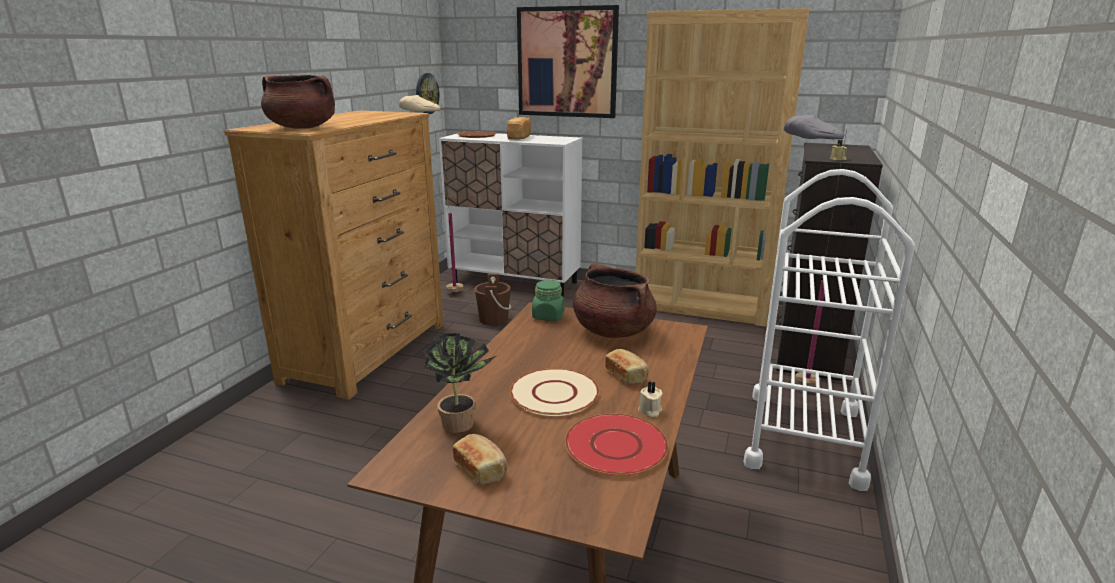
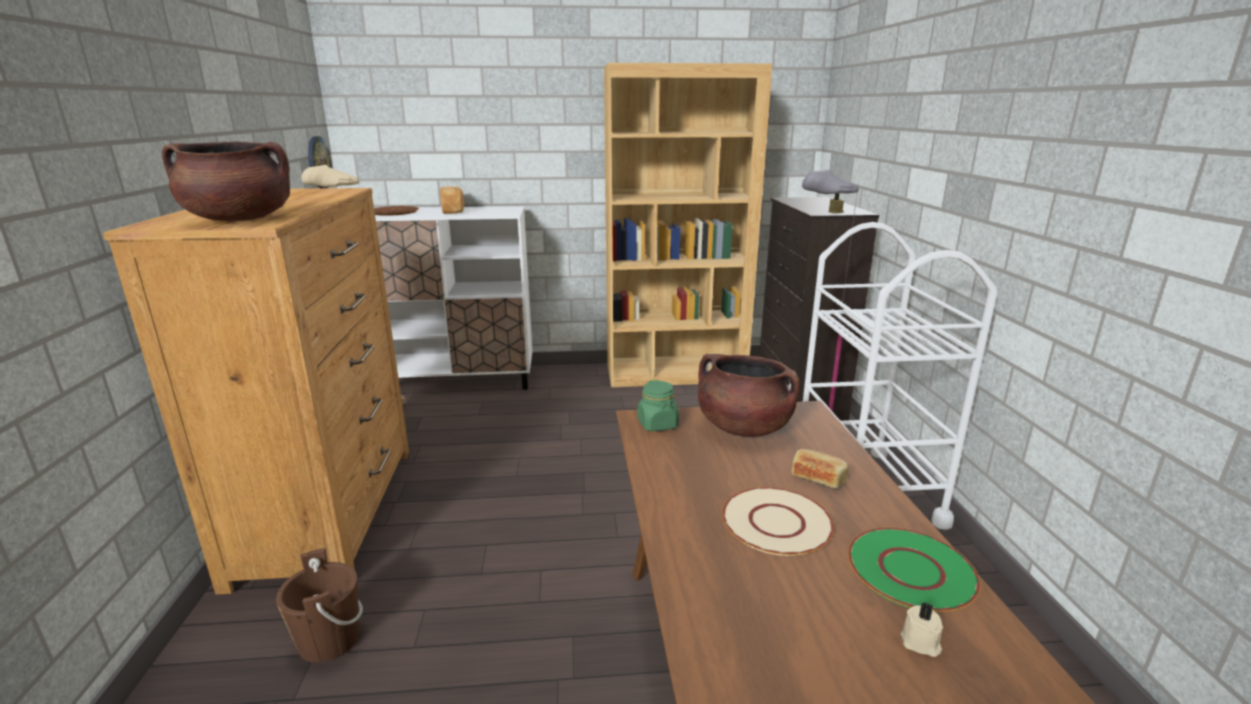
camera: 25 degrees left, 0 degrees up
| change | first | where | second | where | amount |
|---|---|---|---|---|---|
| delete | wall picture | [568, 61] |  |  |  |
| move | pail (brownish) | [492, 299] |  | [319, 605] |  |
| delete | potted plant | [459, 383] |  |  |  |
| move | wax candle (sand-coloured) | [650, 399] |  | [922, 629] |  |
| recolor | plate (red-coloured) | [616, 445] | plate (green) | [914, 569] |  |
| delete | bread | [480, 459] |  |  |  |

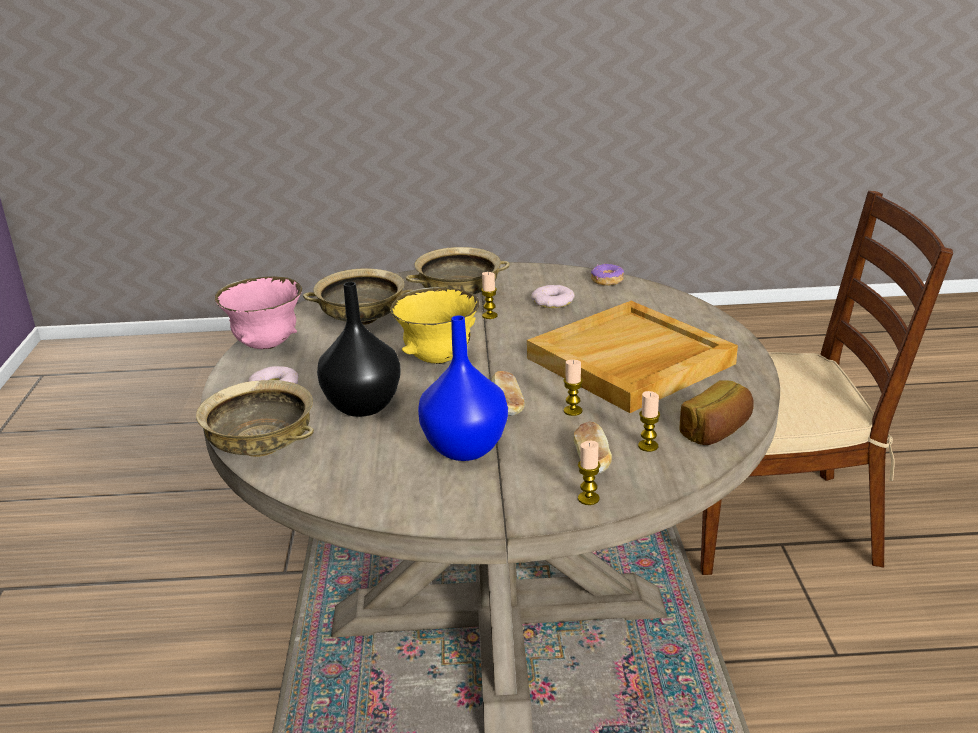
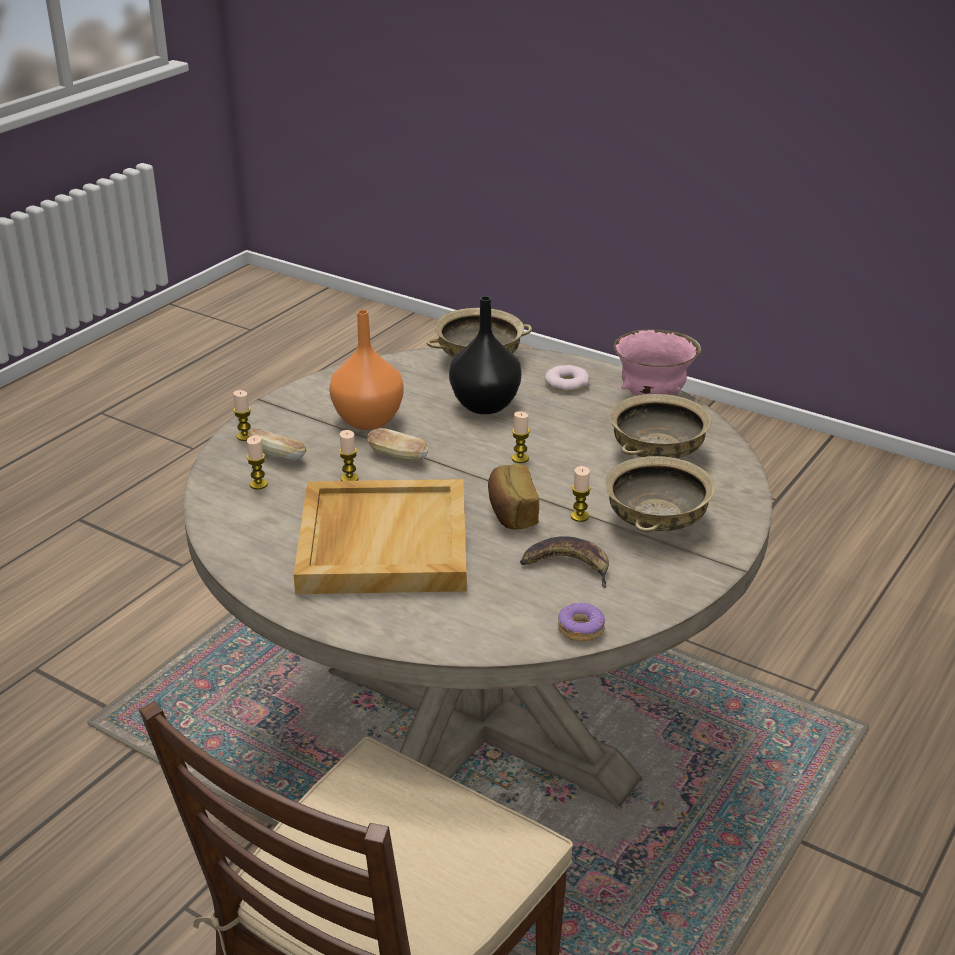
camera: 125 degrees right, 5 degrees up
| change | first | where | second | where | amount |
|---|---|---|---|---|---|
| replace | donut | [553, 296] | banana fruit | [564, 562] |  |
| replace | serving bowl (yellow) | [434, 325] | wax candle | [521, 437] |  |
| recolor | decorative vase (bluish) | [463, 388] | decorative vase (orange) | [366, 370] |  |
| move | bread | [716, 412] |  | [513, 496] |  |

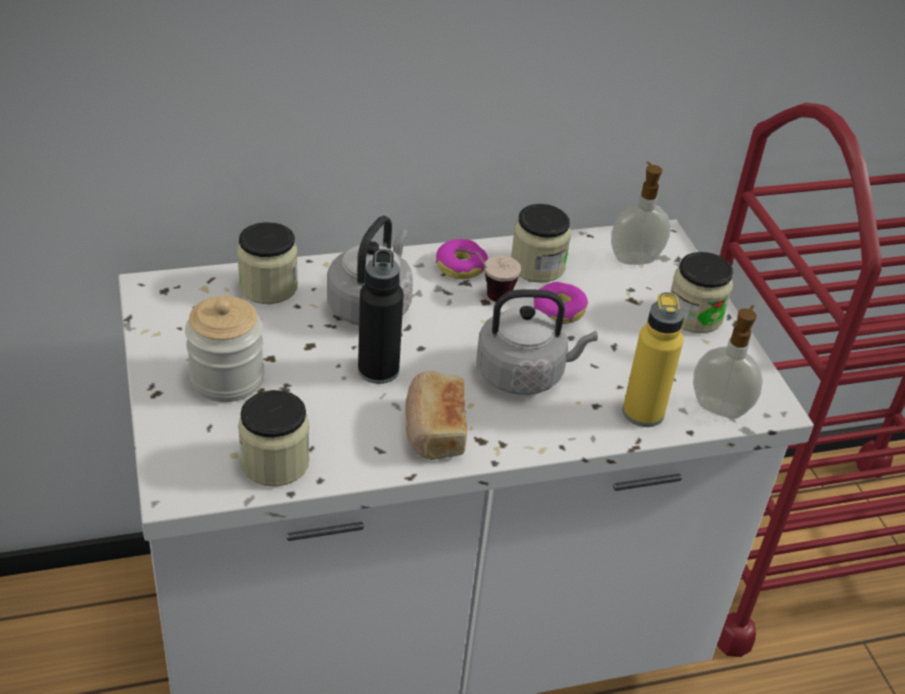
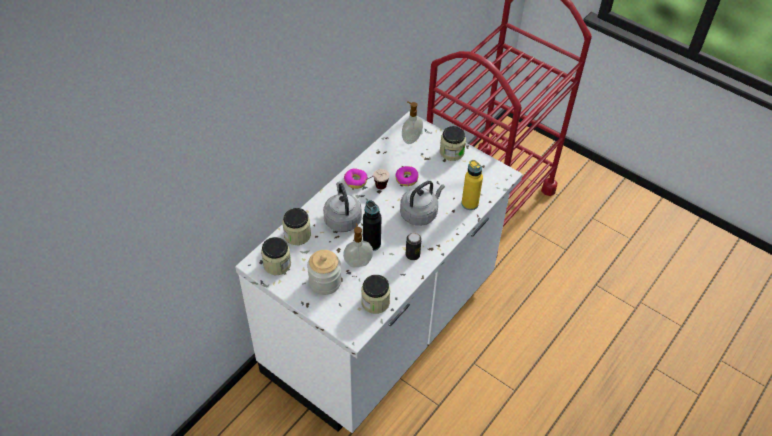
camera: 35 degrees left, 10 degrees up
| change | first | where | second | where | amount |
|---|---|---|---|---|---|
| move | jar | [541, 243] |  | [276, 256] |  |
| move | liquid soap bottle | [728, 362] |  | [358, 245] |  |
| replace | bread | [436, 415] | can | [414, 246] |  |

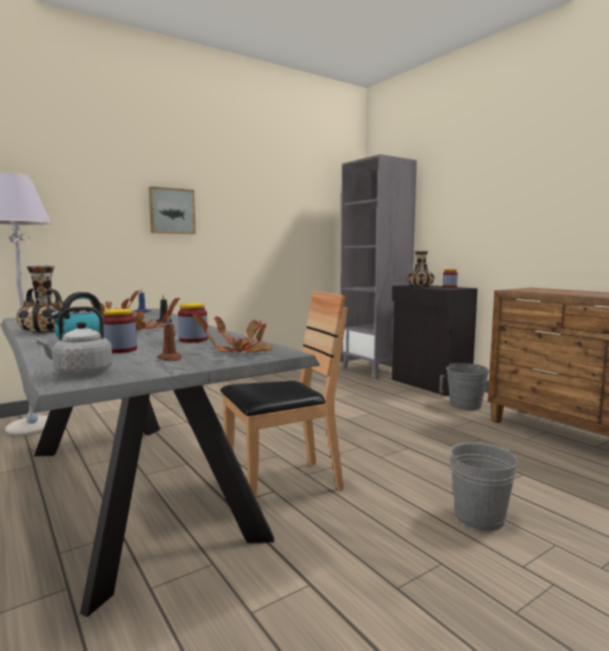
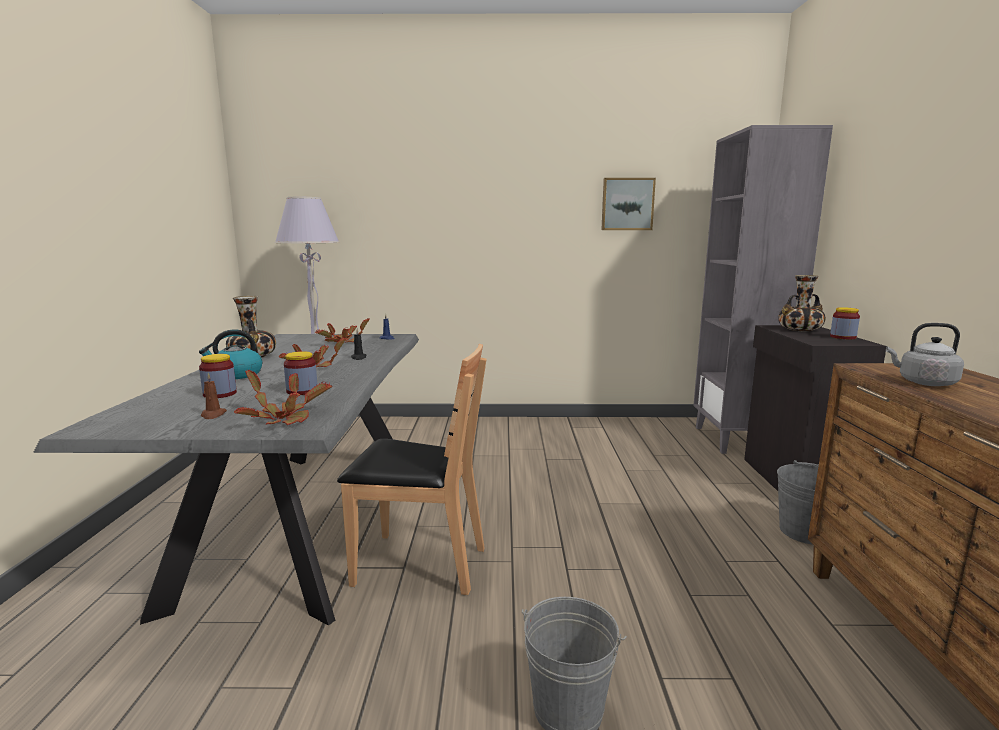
camera: 35 degrees right, 5 degrees up
| change | first | where | second | where | amount |
|---|---|---|---|---|---|
| move | wall picture | [172, 210] |  | [628, 204] |  |
| move | kettle (greyish) | [75, 341] |  | [925, 354] |  |

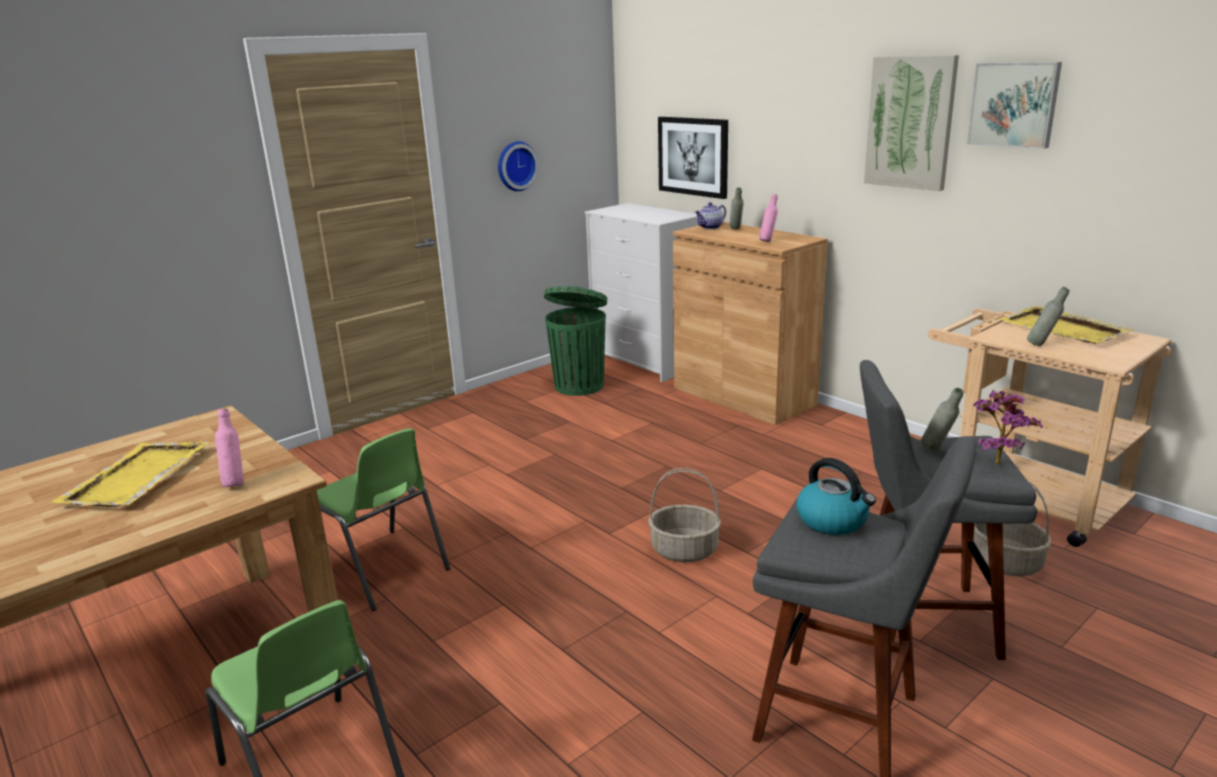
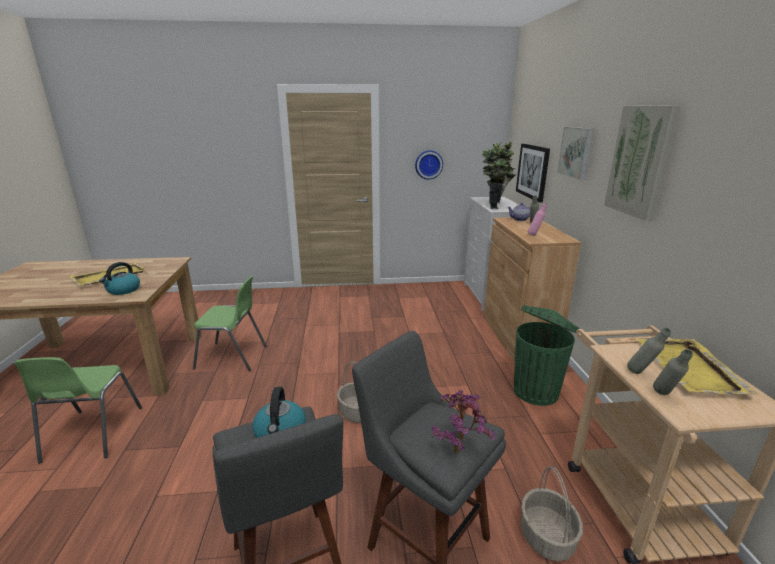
camera: 35 degrees right, 0 degrees up
| change | first | where | second | where | amount |
|---|---|---|---|---|---|
| move | wall picture | [1014, 105] |  | [575, 153] |  |
| move | waste bin (green) | [575, 341] |  | [547, 355] |  |
| move | beverage bottle (greyish) | [942, 419] |  | [673, 372] |  |
| replace | beverage bottle (pink-coloured) | [229, 448] | kettle | [119, 278] |  |
| rotate | chair (green) | [383, 519] |  | [229, 323] | 75 degrees counterclockwise |
| insert |  |  | potted plant | [499, 175] |  |

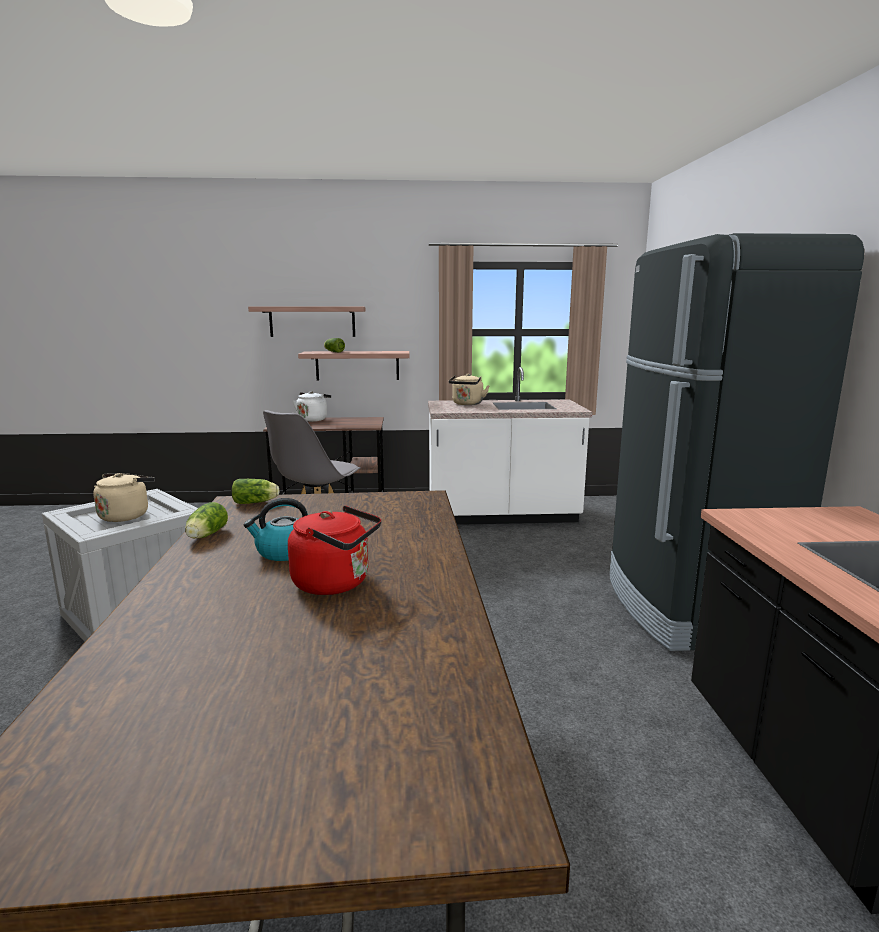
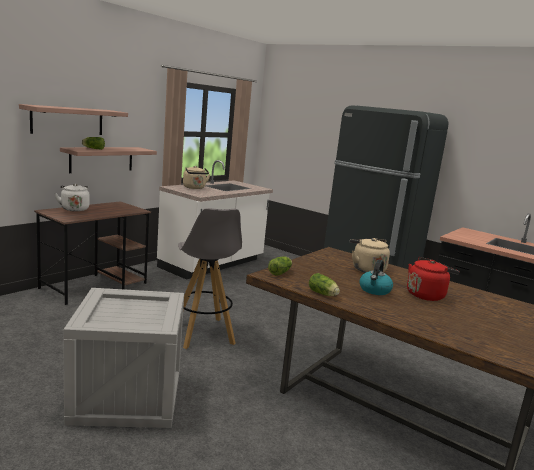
camera: 50 degrees left, 0 degrees up
| change | first | where | second | where | amount |
|---|---|---|---|---|---|
| move | kettle (sand-coloured) | [124, 497] |  | [370, 255] |  |

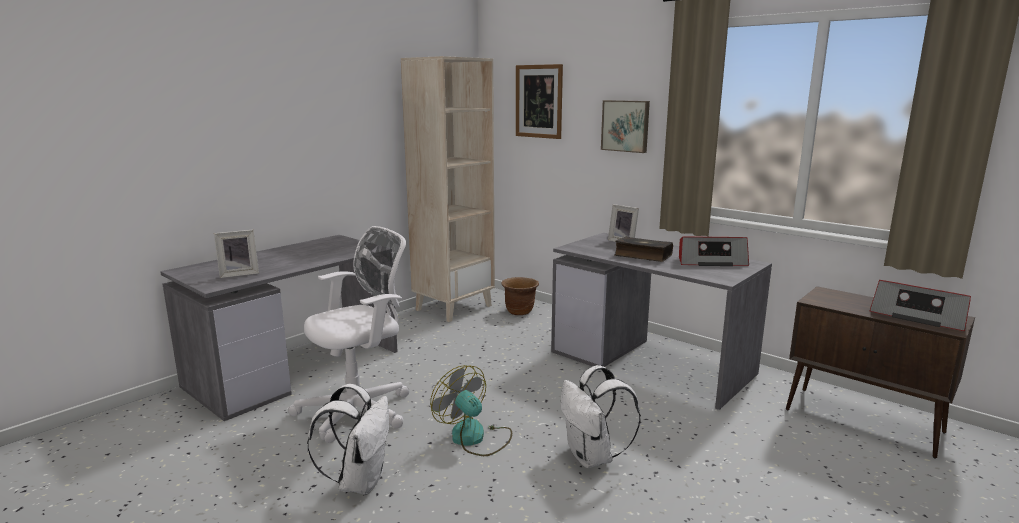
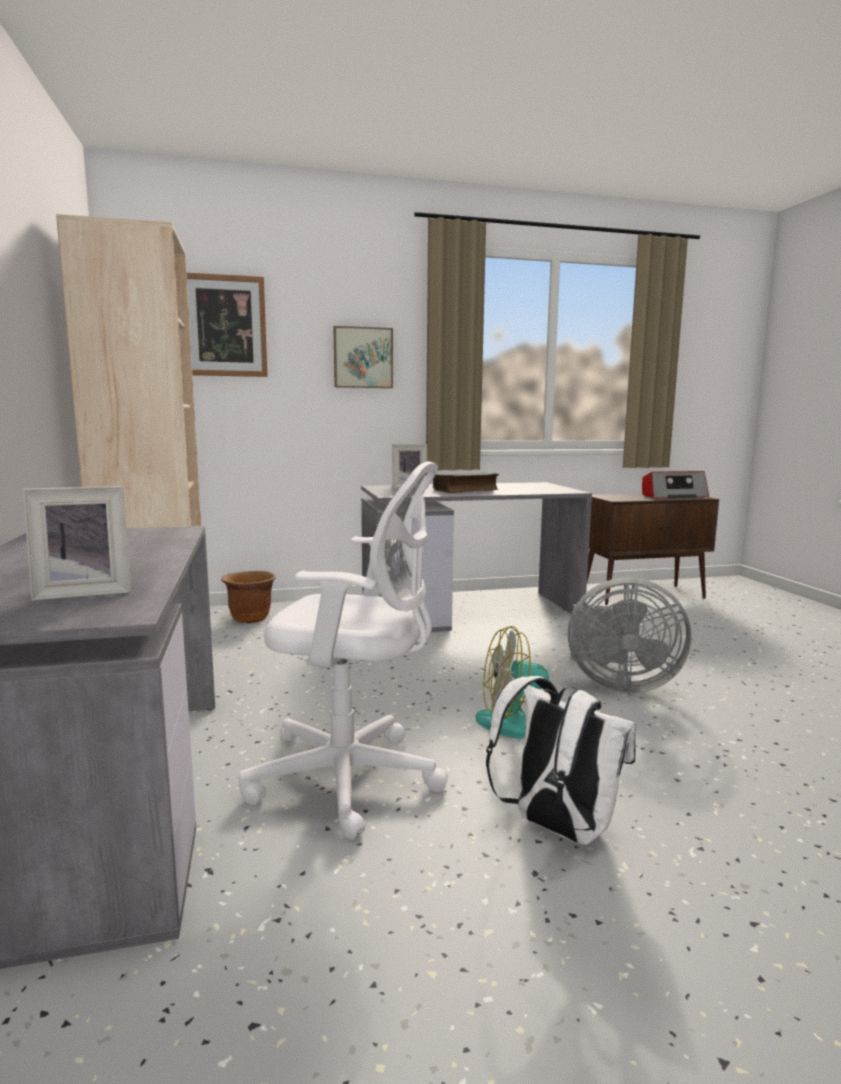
camera: 55 degrees left, 5 degrees down
| change | first | where | second | where | amount |
|---|---|---|---|---|---|
| rotate | desk chair (white) | [348, 334] |  | [343, 651] | 105 degrees clockwise |
| rotate | standing frame | [236, 254] |  | [77, 543] | 60 degrees clockwise |
| delete | radio set | [714, 251] |  |  |  |
| replace | knapsack (white) | [600, 416] | electric fan (greyish) | [629, 635] |  |

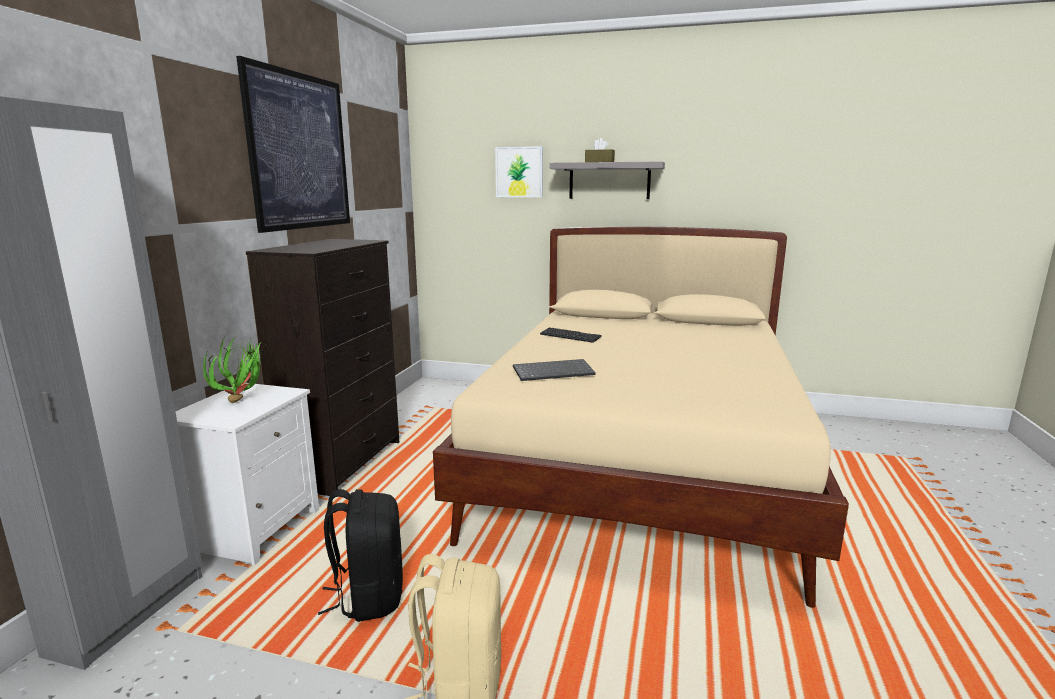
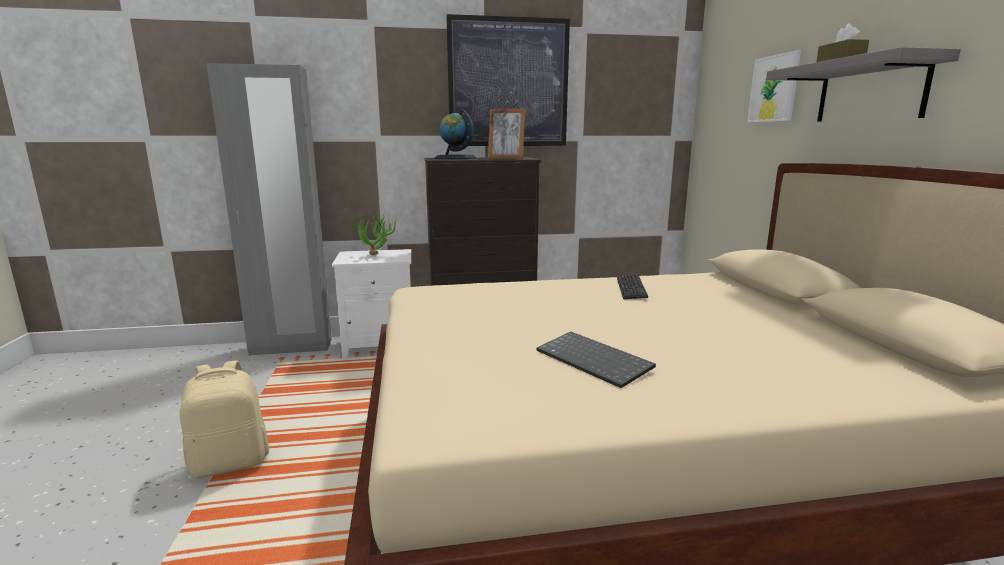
camera: 65 degrees right, 0 degrees up
| change | first | where | second | where | amount |
|---|---|---|---|---|---|
| move | keyboard | [554, 370] |  | [596, 360] |  |
| delete | knapsack (black-coloured) | [360, 555] |  |  |  |
| insert |  |  | globe | [455, 134] |  |
| insert |  |  | standing frame | [506, 134] |  |

